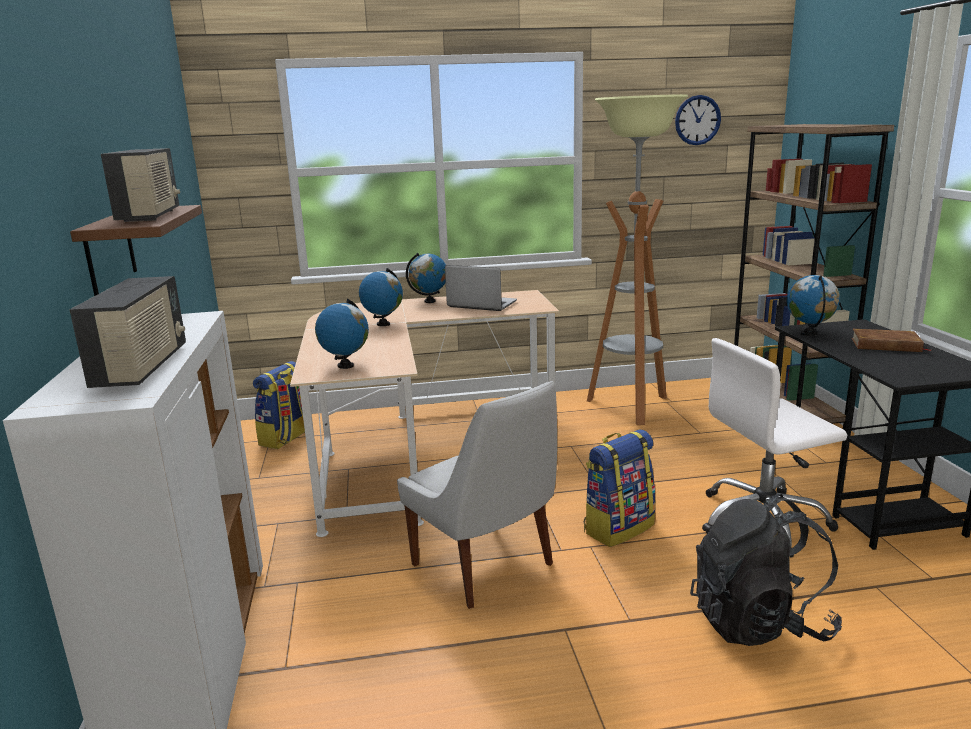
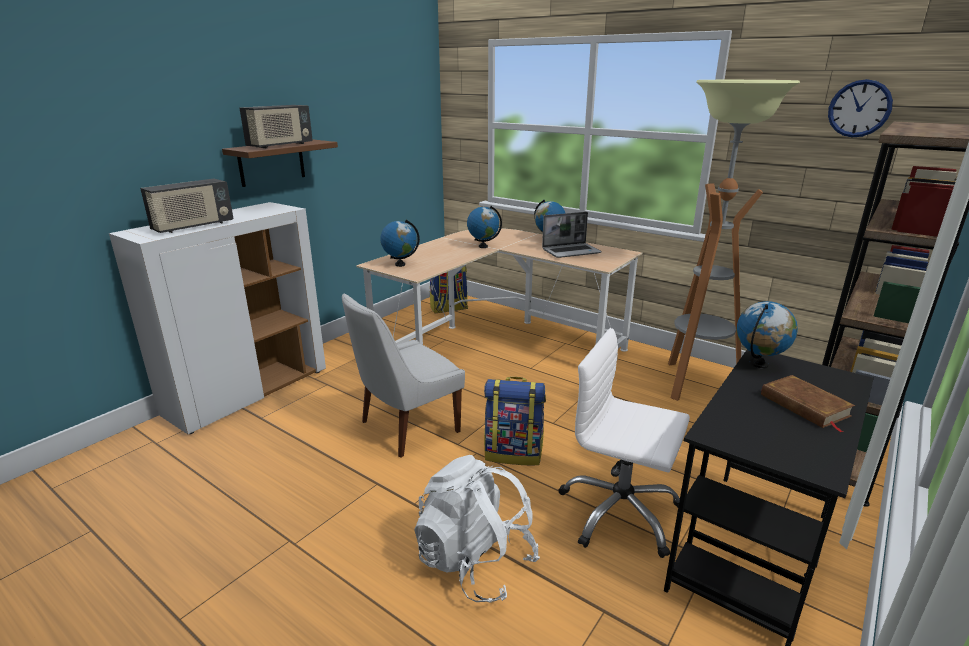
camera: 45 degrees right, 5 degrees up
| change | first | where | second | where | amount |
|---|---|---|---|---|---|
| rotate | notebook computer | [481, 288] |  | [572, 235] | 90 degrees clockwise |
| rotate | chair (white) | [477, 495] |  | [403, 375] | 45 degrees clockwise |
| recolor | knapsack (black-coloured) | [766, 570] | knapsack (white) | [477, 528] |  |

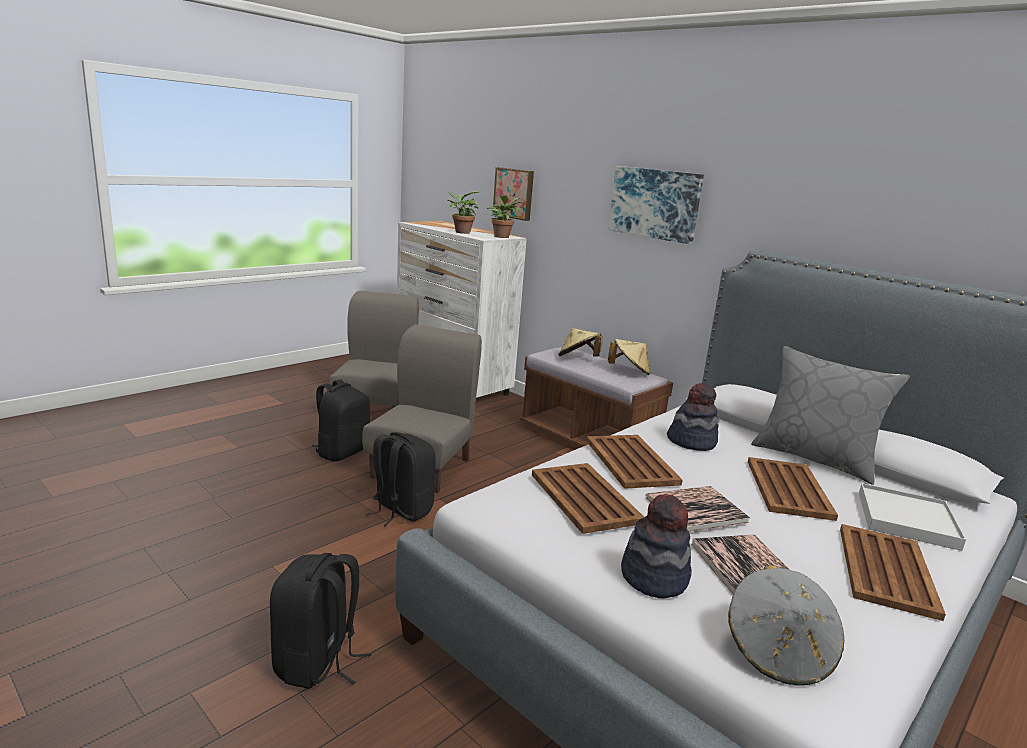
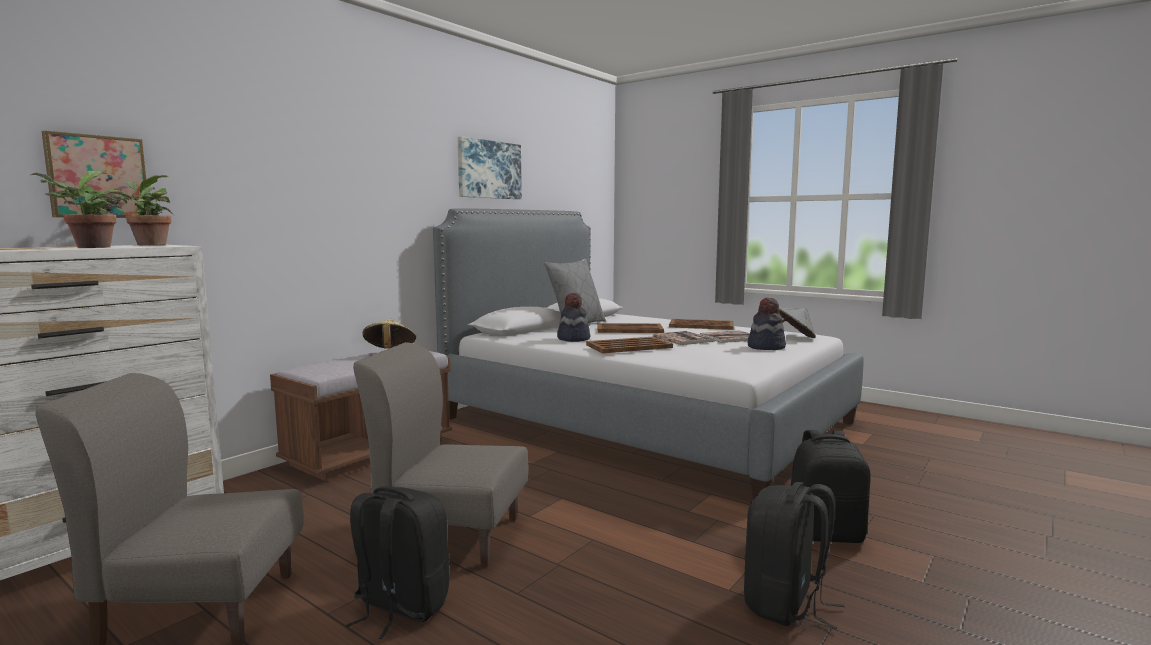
camera: 95 degrees left, 10 degrees down
| change | first | where | second | where | amount |
|---|---|---|---|---|---|
| move | wall picture | [656, 205] |  | [490, 167] |  |
| delete | wearable hat (sand-coloured) | [580, 342] |  |  |  |
| move | knapsack (black-coloured) | [400, 479] |  | [794, 556] |  |
| delete | serving tray (brownish) | [588, 498] |  |  |  |
| delete | serving tray (white) | [912, 517] |  |  |  |

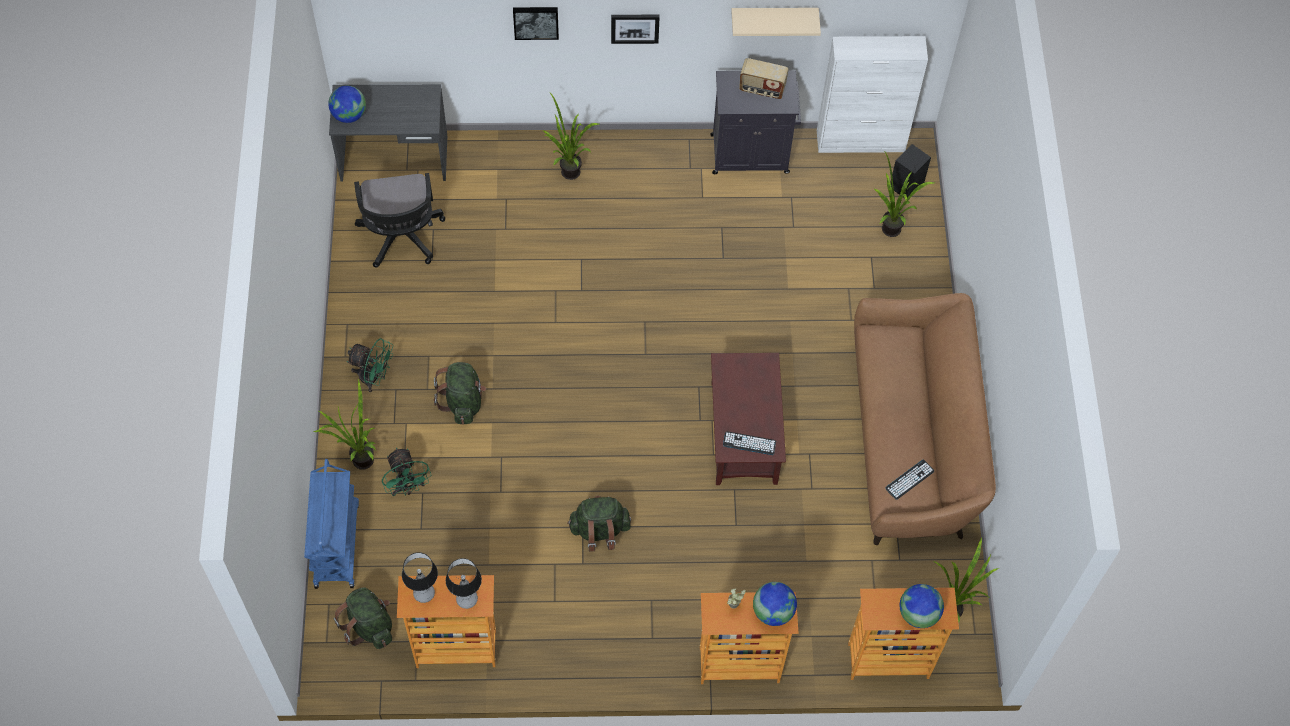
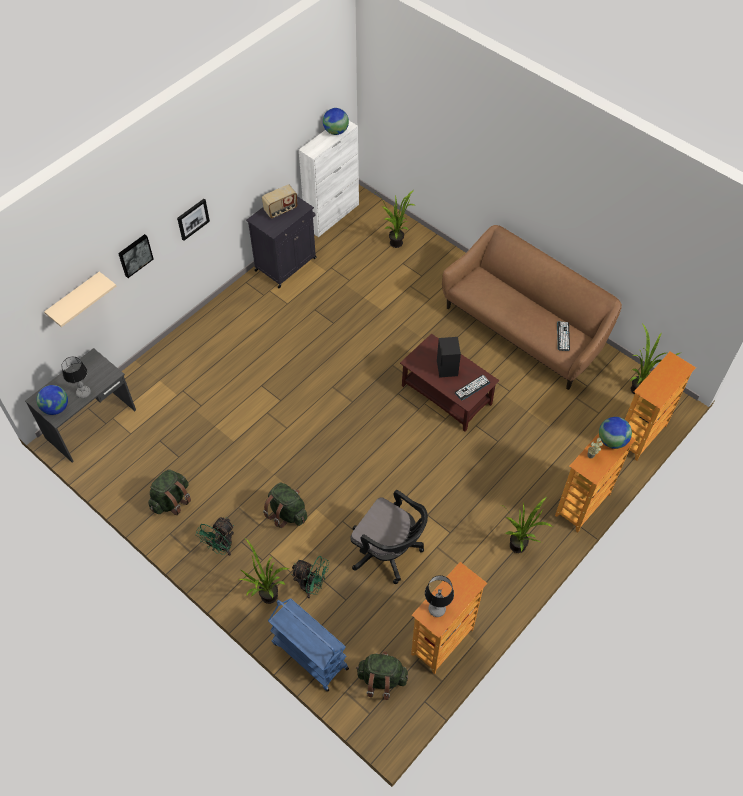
camera: 45 degrees left, 5 degrees down
| change | first | where | second | where | amount |
|---|---|---|---|---|---|
| move | shelf (sand-coloured) | [776, 22] |  | [80, 299] |  |
| move | potted plant | [571, 136] |  | [527, 525] |  |
| move | loudspeaker (black-coloured) | [910, 171] |  | [449, 357] |  |
| move | desk chair (black-coloured) | [400, 220] |  | [389, 537] |  |
| rotate | electric fan (green) | [370, 365] |  | [215, 536] | 150 degrees clockwise |
| move | knapsack (green) | [599, 524] |  | [169, 492] |  |
| move | tabletop lamp | [464, 583] |  | [76, 377] |  |
| move | globe | [922, 606] |  | [336, 121] |  |

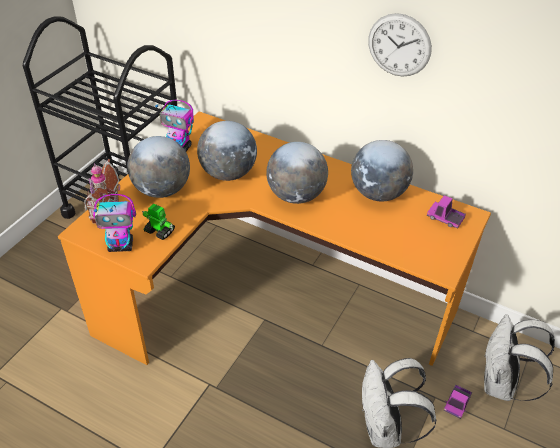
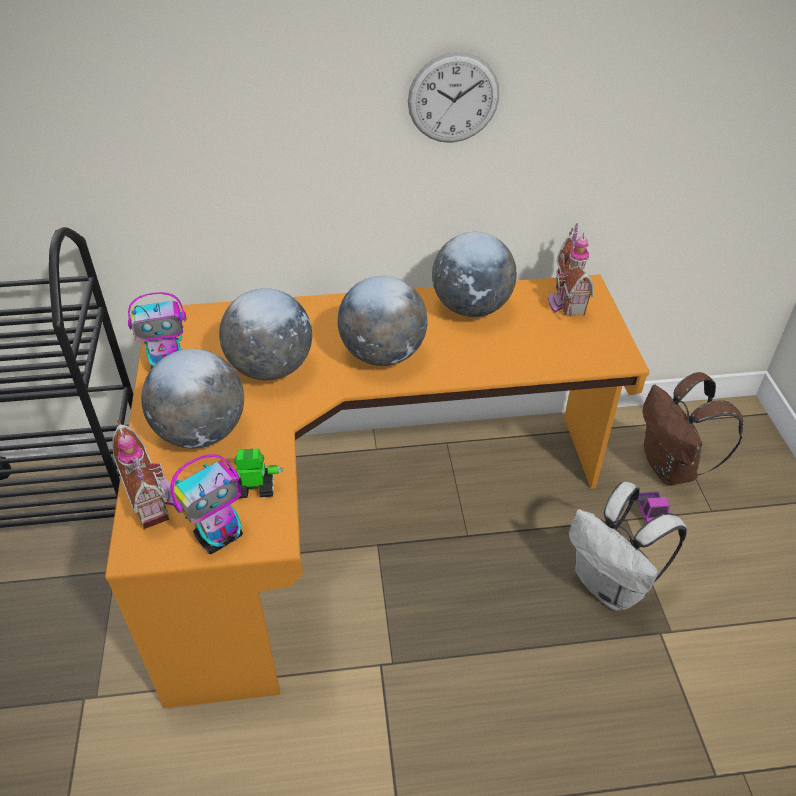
camera: 35 degrees left, 0 degrees up
| change | first | where | second | where | amount |
|---|---|---|---|---|---|
| replace | model truck | [446, 212] | miniature house | [571, 269] |  |
| recolor | knapsack (white) | [519, 357] | knapsack (brownish) | [693, 428] |  |

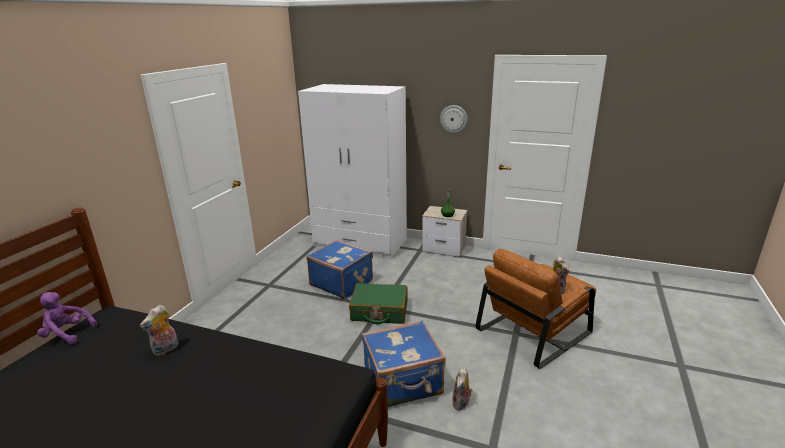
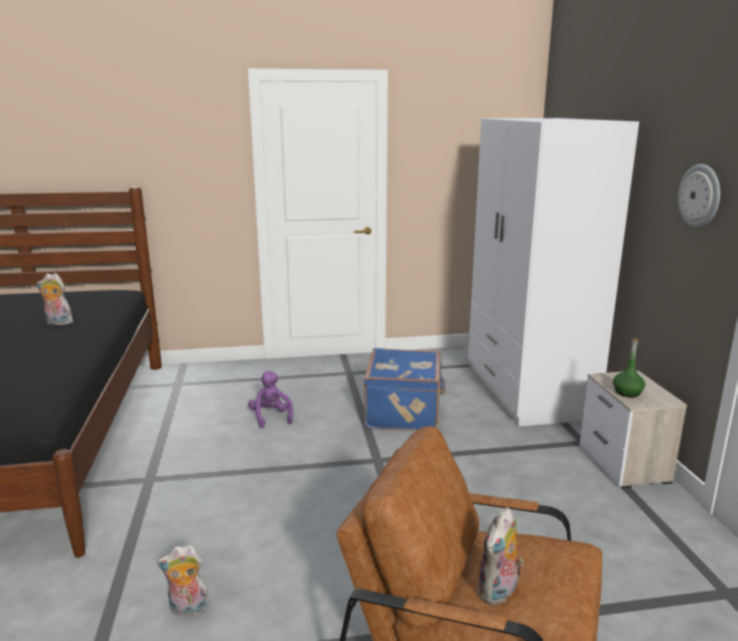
camera: 60 degrees right, 5 degrees down
| change | first | where | second | where | amount |
|---|---|---|---|---|---|
| delete | suitcase (green) | [378, 303] |  |  |  |
| move | plush toy (purple) | [67, 318] |  | [270, 399] |  |
| delete | suitcase (bluish) | [404, 364] |  |  |  |

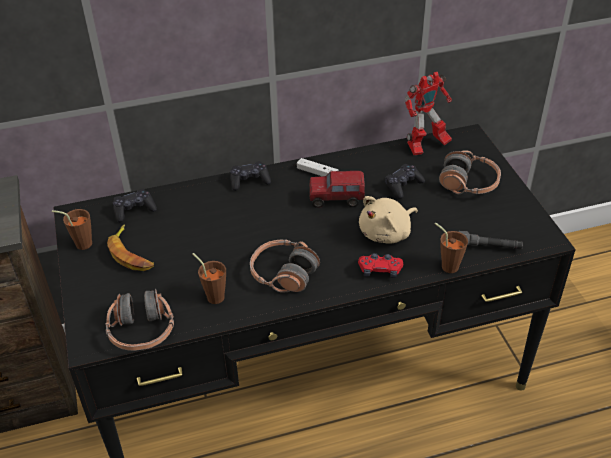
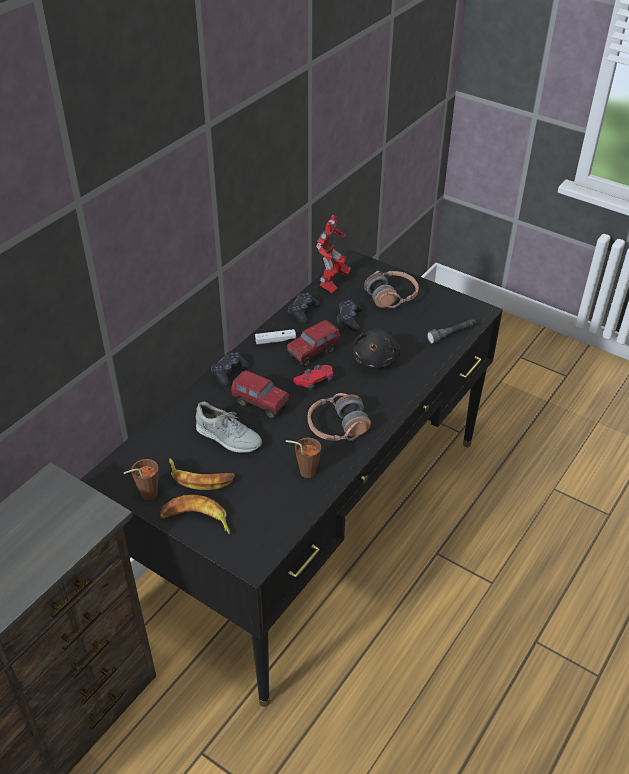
camera: 40 degrees left, 0 degrees up
| change | first | where | second | where | amount |
|---|---|---|---|---|---|
| move | game controller (black-coloured) | [135, 206] |  | [304, 308] |  |
| recolor | plush toy (sand-coloured) | [388, 220] | plush toy (black-coloured) | [377, 349] |  |
| delete | cup (brownish) | [451, 248] |  |  |  |
| move | game controller (red-coloured) | [380, 265] |  | [313, 377] |  |
| delete | headset | [139, 320] |  |  |  |
| insert |  |  | model truck | [260, 394] |  |
| insert |  |  | item of footwear (greyish) | [229, 427] |  |
| insert |  |  | banana fruit | [195, 514] |  |

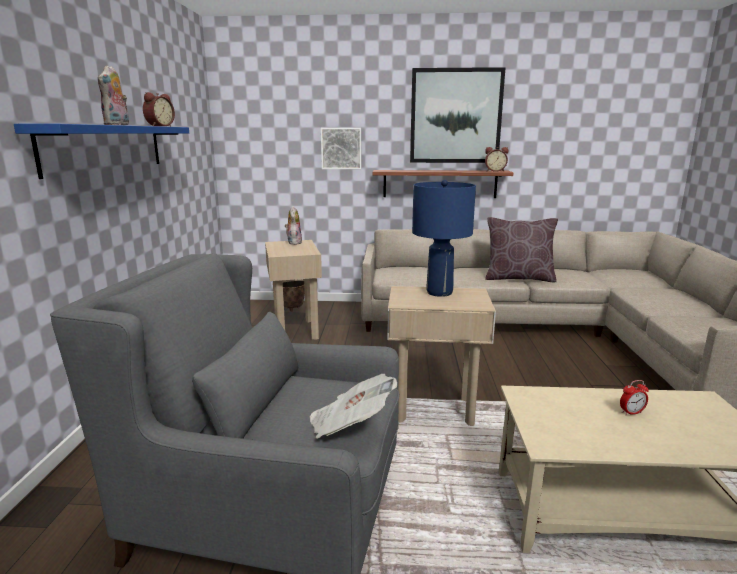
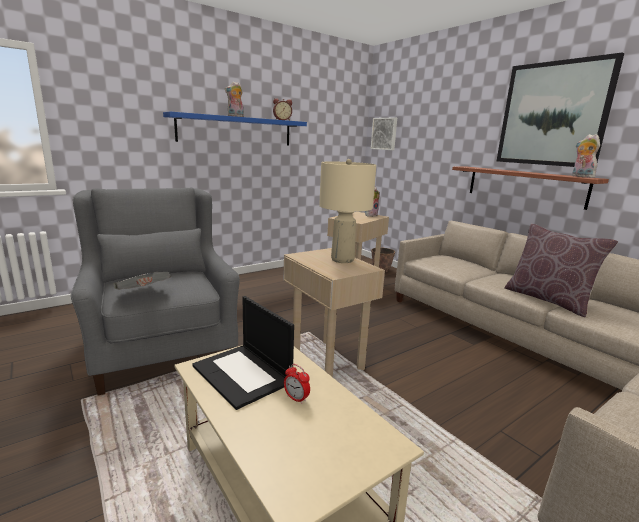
camera: 50 degrees right, 0 degrees up
| change | first | where | second | where | amount |
|---|---|---|---|---|---|
| move | wall picture | [341, 148] |  | [384, 133] |  |
| replace | bedside clock | [496, 159] | plush toy | [586, 156] |  |
| recolor | tabletop lamp (bluish) | [444, 238] | tabletop lamp (sand-coloured) | [347, 211] |  |
| insert |  |  | notebook computer | [243, 353] |  |

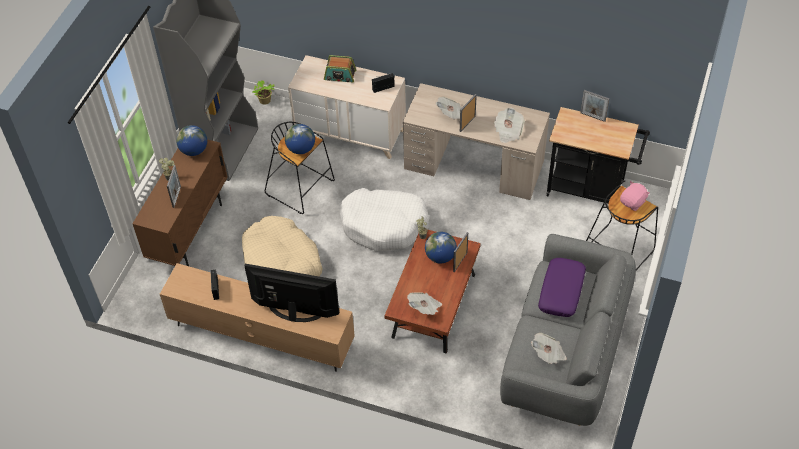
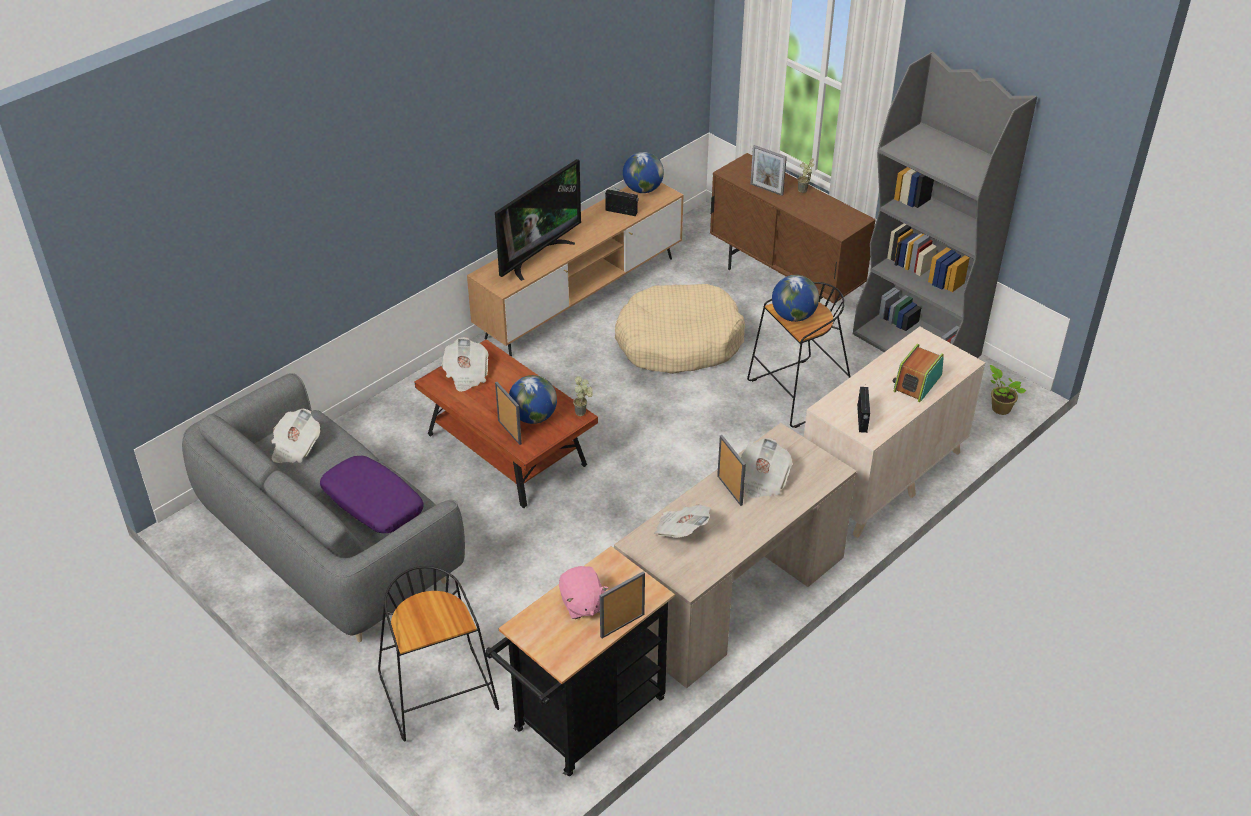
camera: 115 degrees right, 10 degrees down
| change | first | where | second | where | amount |
|---|---|---|---|---|---|
| move | globe | [191, 140] |  | [643, 172] |  |
| move | plush toy (pink-coloured) | [635, 196] |  | [584, 592] |  |
| delete | dog bed (white) | [384, 219] |  |  |  |

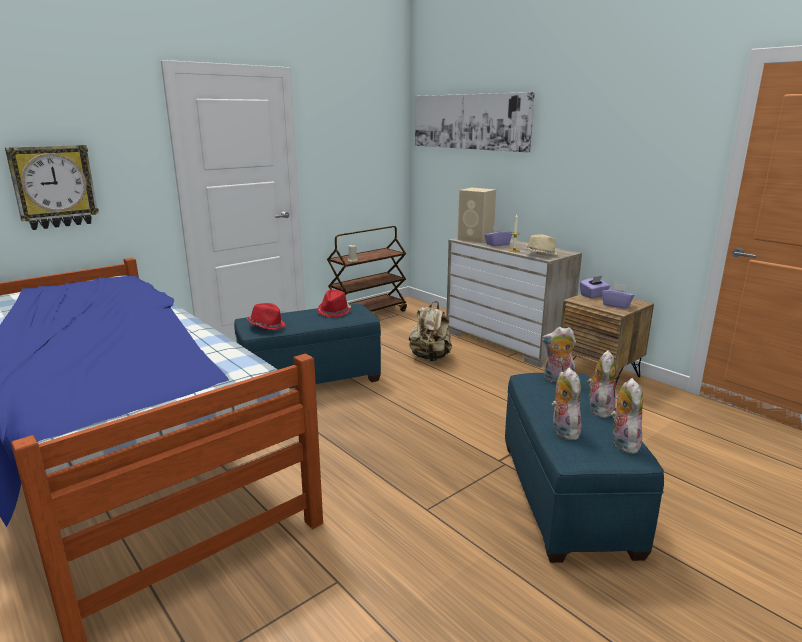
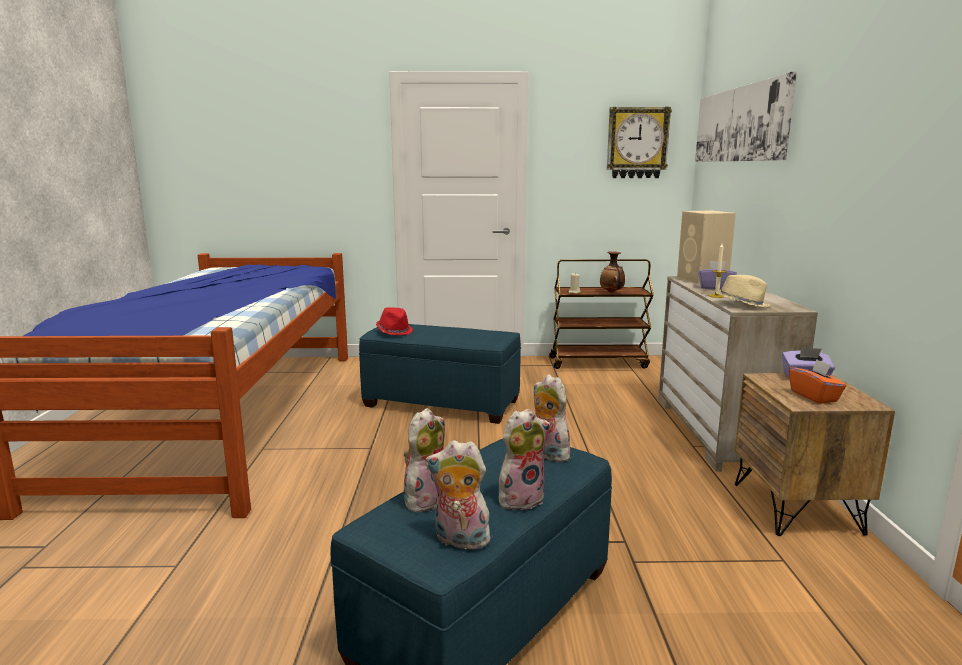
camera: 40 degrees right, 5 degrees down
| change | first | where | second | where | amount |
|---|---|---|---|---|---|
| move | wall clock | [52, 187] |  | [639, 142] |  |
| recolor | box of tissues (purple) | [618, 296] | box of tissues (orange) | [817, 381] |  |
| delete | wearable hat (red-coloured) | [334, 303] |  |  |  |
| delete | knapsack (sand-coloured) | [430, 331] |  |  |  |
| rotate | plush toy | [627, 416] |  | [460, 495] | 120 degrees counterclockwise |
| insert |  |  | decorative vase | [612, 272] |  |

